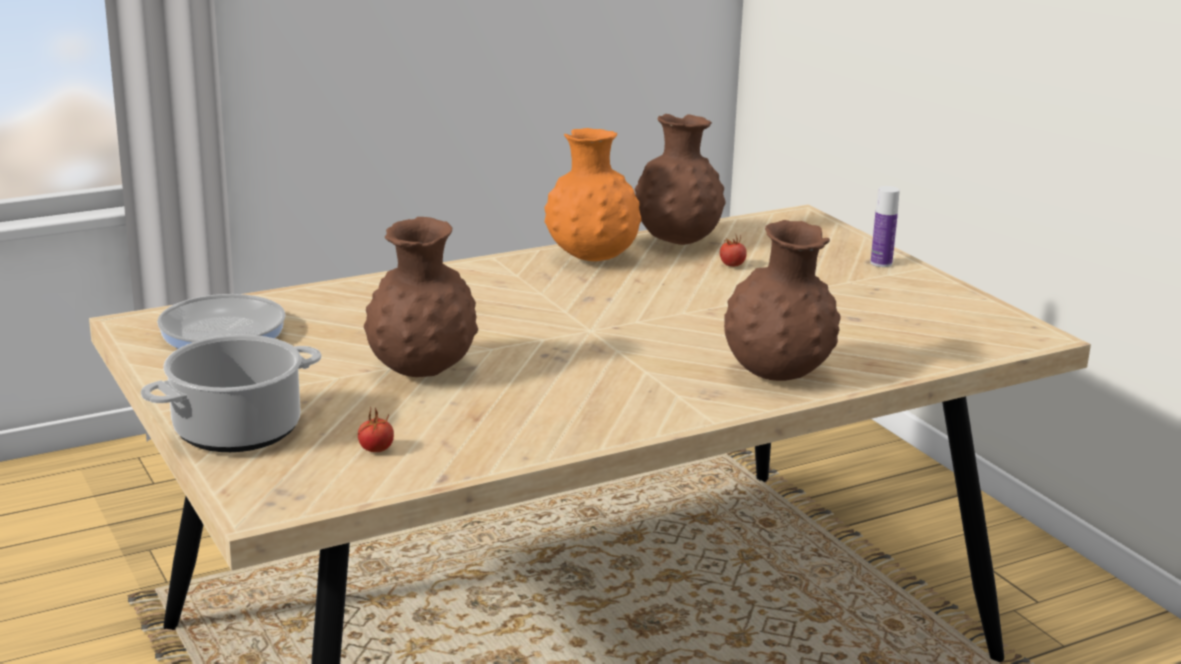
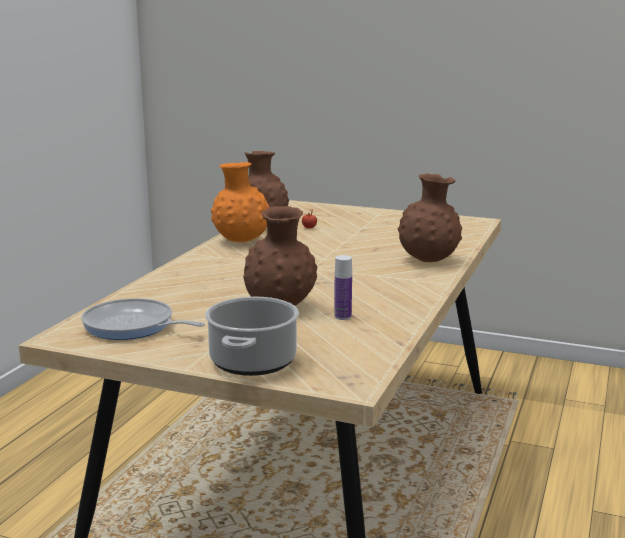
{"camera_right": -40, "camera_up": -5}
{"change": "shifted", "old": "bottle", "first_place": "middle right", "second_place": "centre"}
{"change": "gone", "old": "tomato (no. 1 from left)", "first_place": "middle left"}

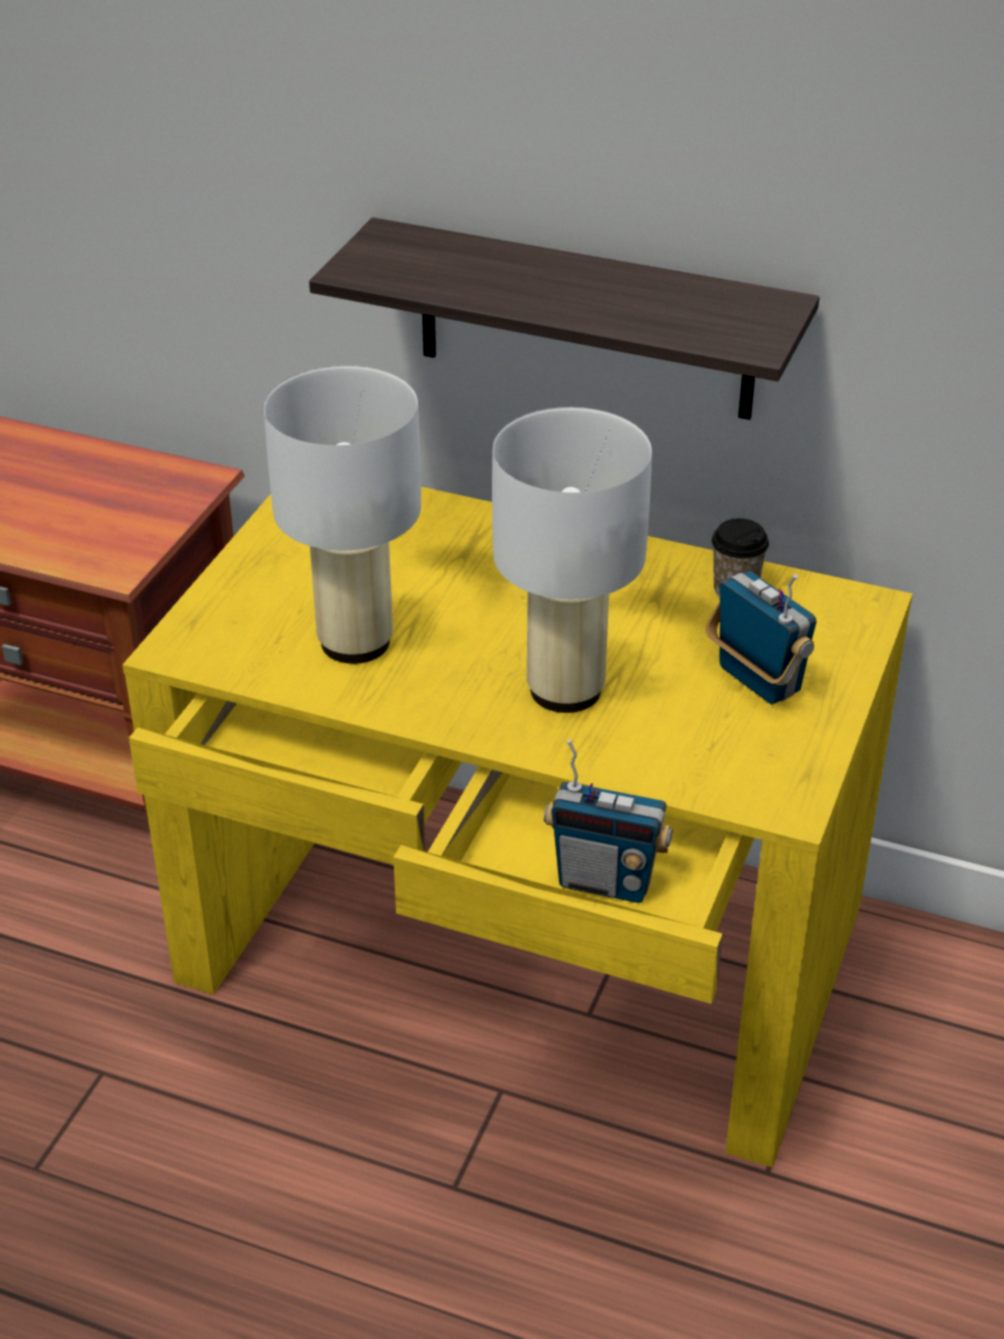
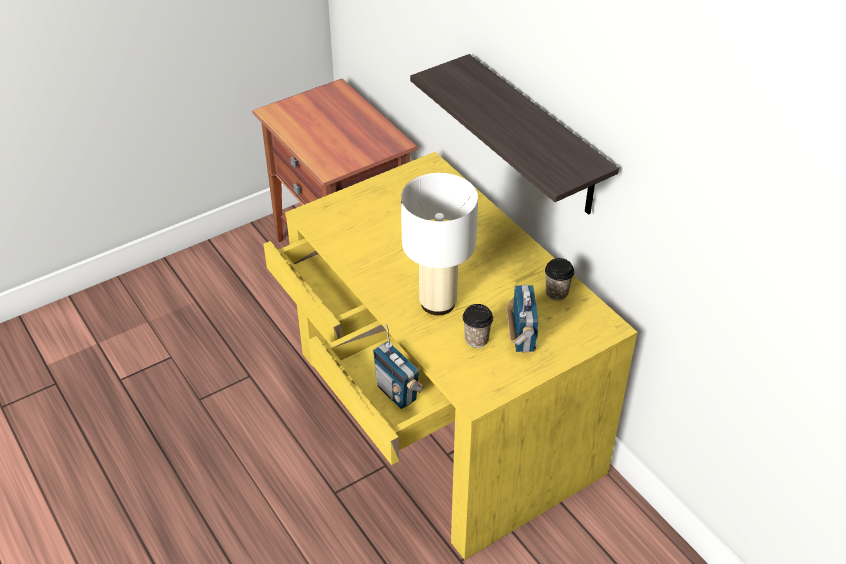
{"camera_right": 35, "camera_up": 5}
{"change": "new", "new": "cup (no. 1 from left)", "second_place": "centre"}
{"change": "gone", "old": "white table lamp (no. 1 from left)", "first_place": "centre"}

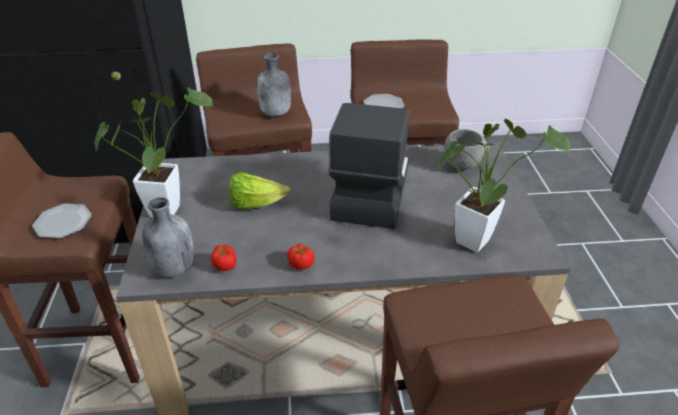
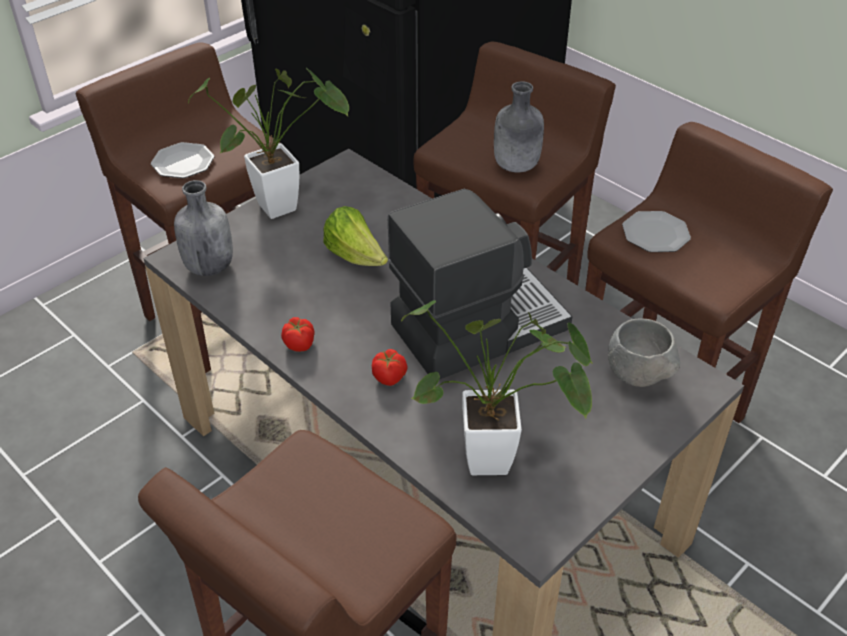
{"camera_right": 50, "camera_up": 5}
{"change": "shifted", "old": "tomato (no. 1 from left in the first image)", "new": "tomato (no. 2 from left)", "first_place": "middle left", "second_place": "centre"}

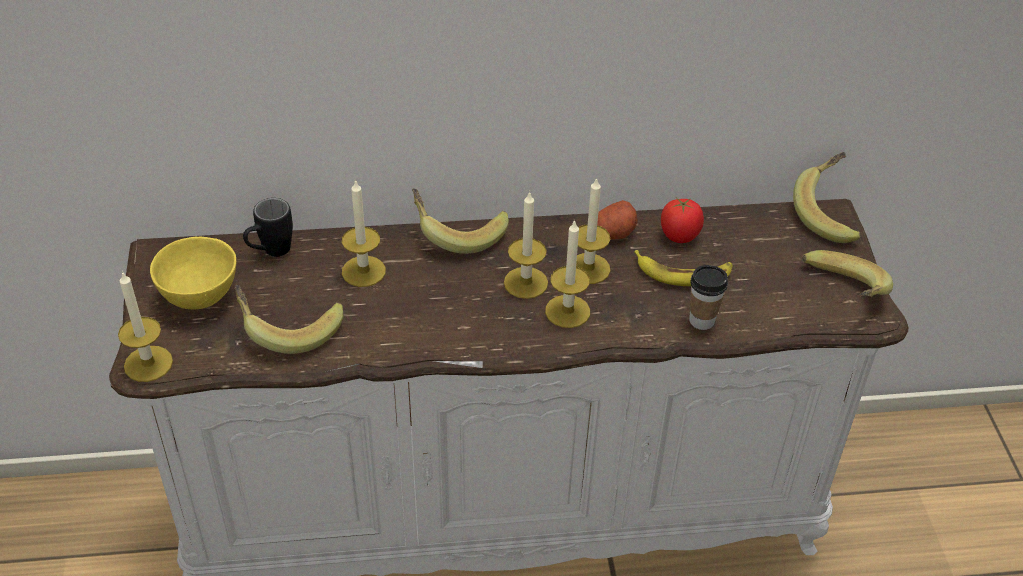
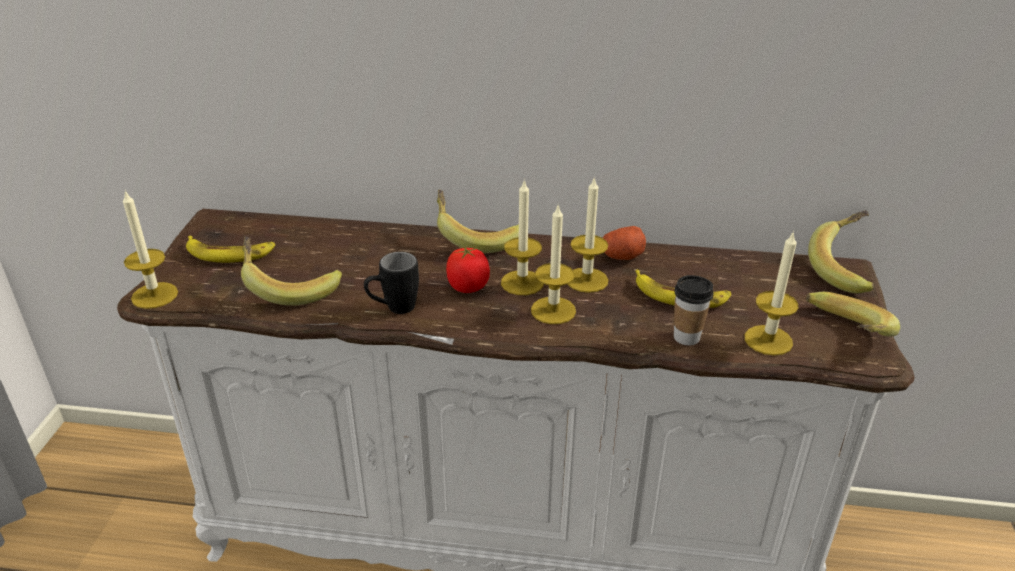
{"camera_right": 15, "camera_up": -10}
{"change": "swapped", "old": "yellow bowl", "new": "banana (no. 1 from left)", "first_place": "middle left", "second_place": "middle left"}
{"change": "shifted", "old": "black mug", "first_place": "middle left", "second_place": "centre"}
{"change": "shifted", "old": "tomato", "first_place": "middle right", "second_place": "centre"}
{"change": "shifted", "old": "candle (no. 2 from left in the first image)", "new": "candle (no. 5 from left)", "first_place": "centre", "second_place": "middle right"}

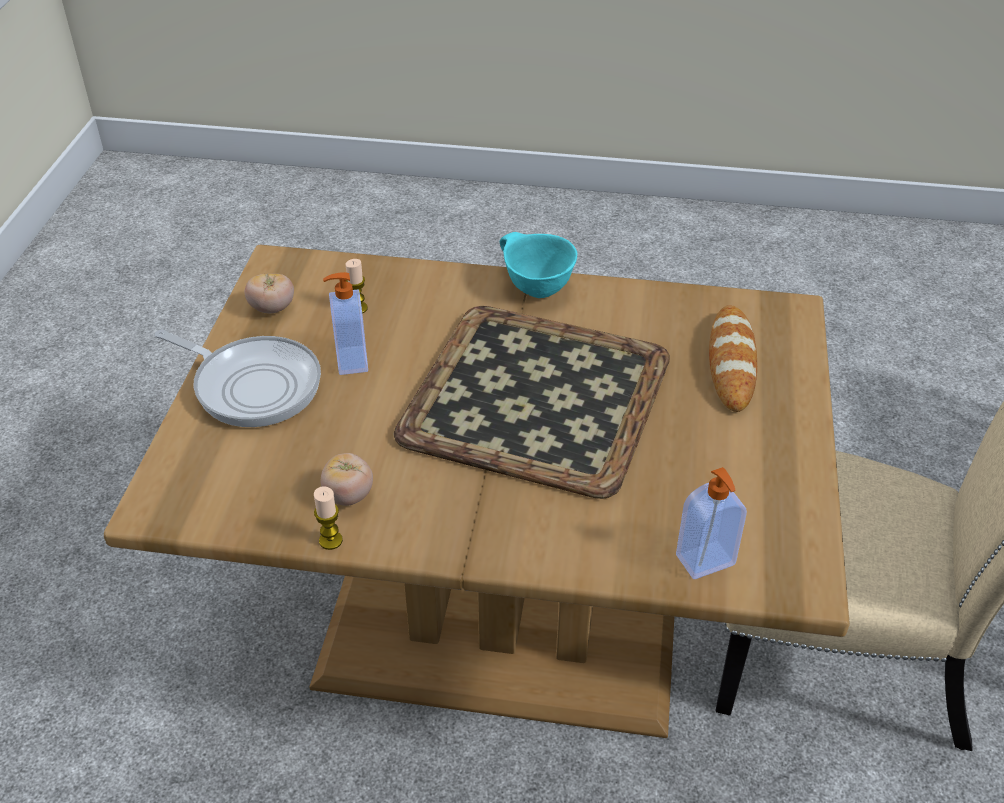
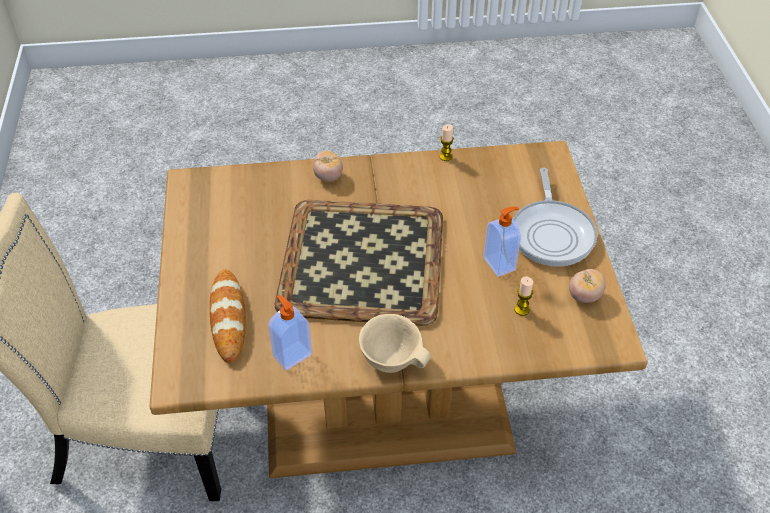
{"camera_right": 165, "camera_up": 5}
{"change": "shifted", "old": "soap dispenser (no. 2 from left in the first image)", "new": "soap dispenser (no. 1 from left)", "first_place": "middle right", "second_place": "centre"}
{"change": "shifted", "old": "tomato (no. 2 from left in the first image)", "new": "tomato (no. 1 from left)", "first_place": "centre", "second_place": "top centre"}
{"change": "repainted", "old": "turquoise bowl", "new": "beige bowl", "first_place": "top centre", "second_place": "bottom centre"}
{"change": "rotated", "old": "frying pan", "first_place": "middle left", "second_place": "middle right", "degrees": -105}

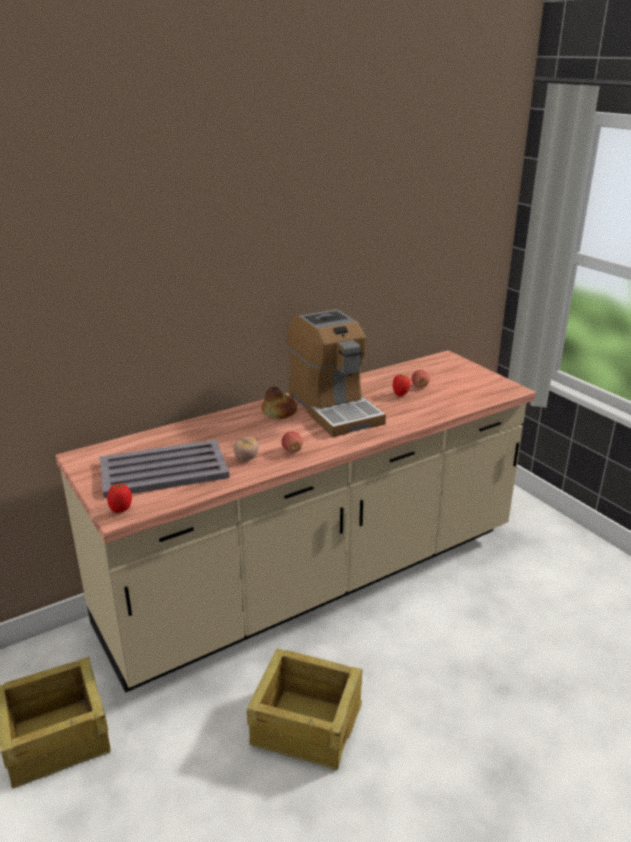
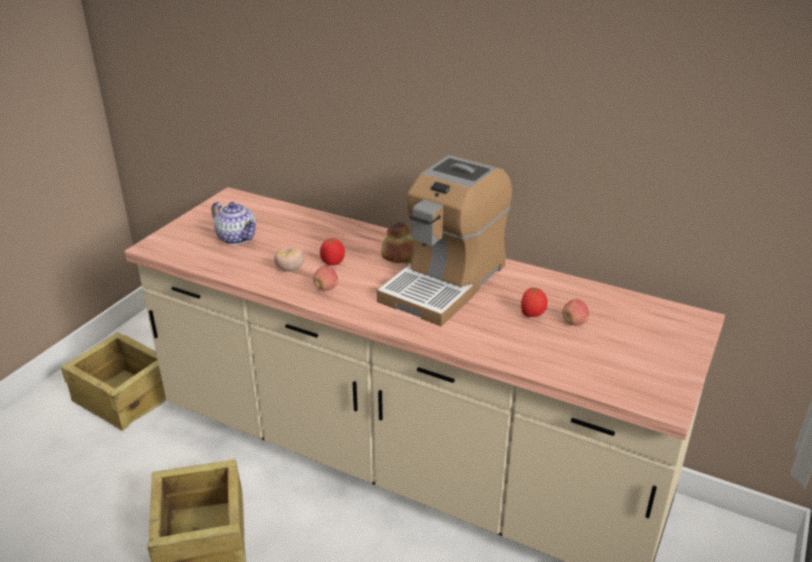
{"camera_right": 60, "camera_up": 5}
{"change": "swapped", "old": "grey tray", "new": "teapot", "first_place": "middle left", "second_place": "middle left"}
{"change": "shifted", "old": "tomato (no. 1 from left in the first image)", "new": "tomato (no. 2 from left)", "first_place": "middle left", "second_place": "centre"}

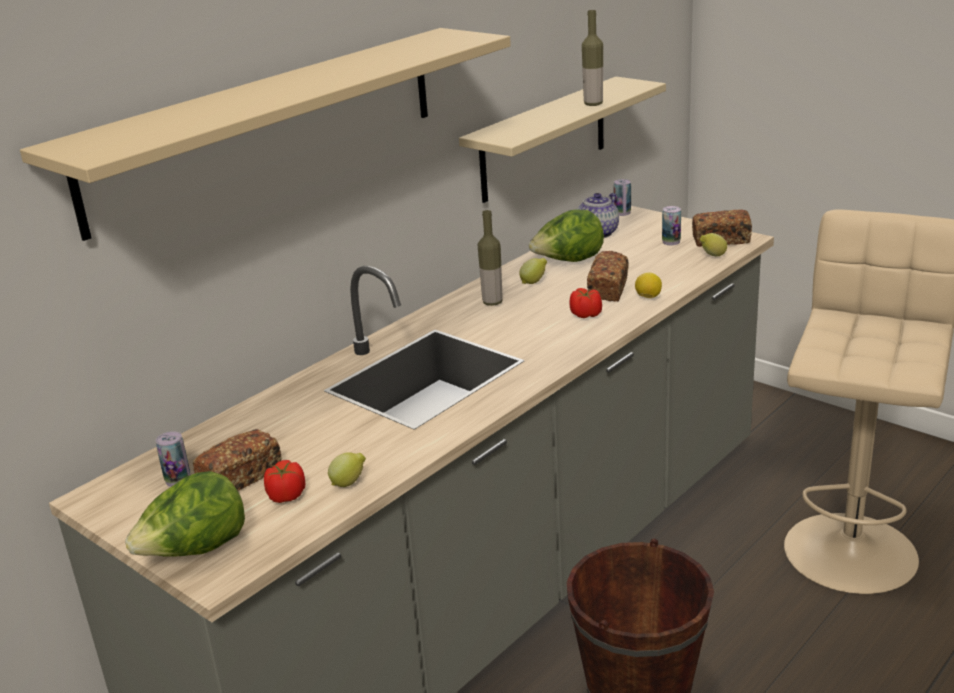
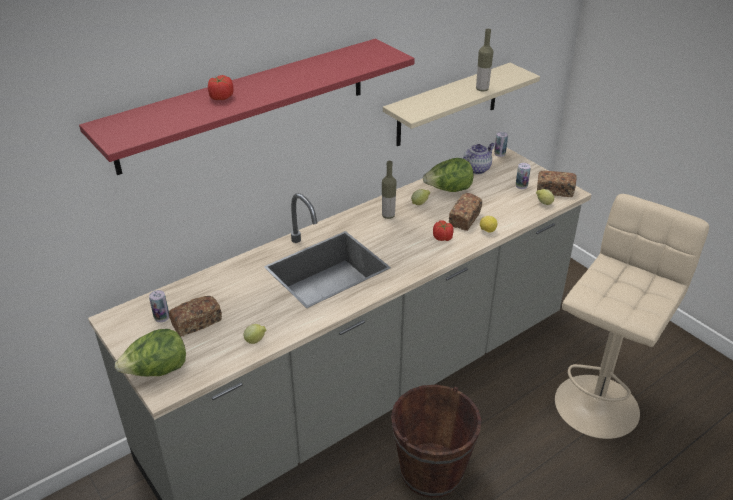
{"camera_right": 10, "camera_up": 10}
{"change": "repainted", "old": "beige shelf (no. 1 from left)", "new": "red shelf", "first_place": "top left", "second_place": "top centre"}
{"change": "shifted", "old": "tomato (no. 1 from left)", "first_place": "bottom left", "second_place": "top left"}

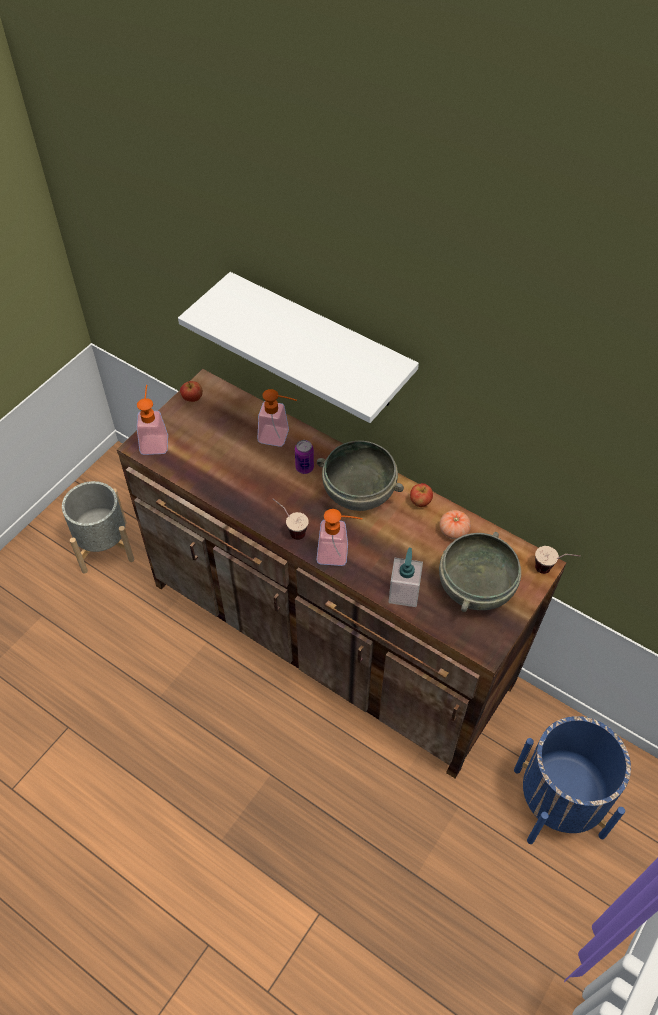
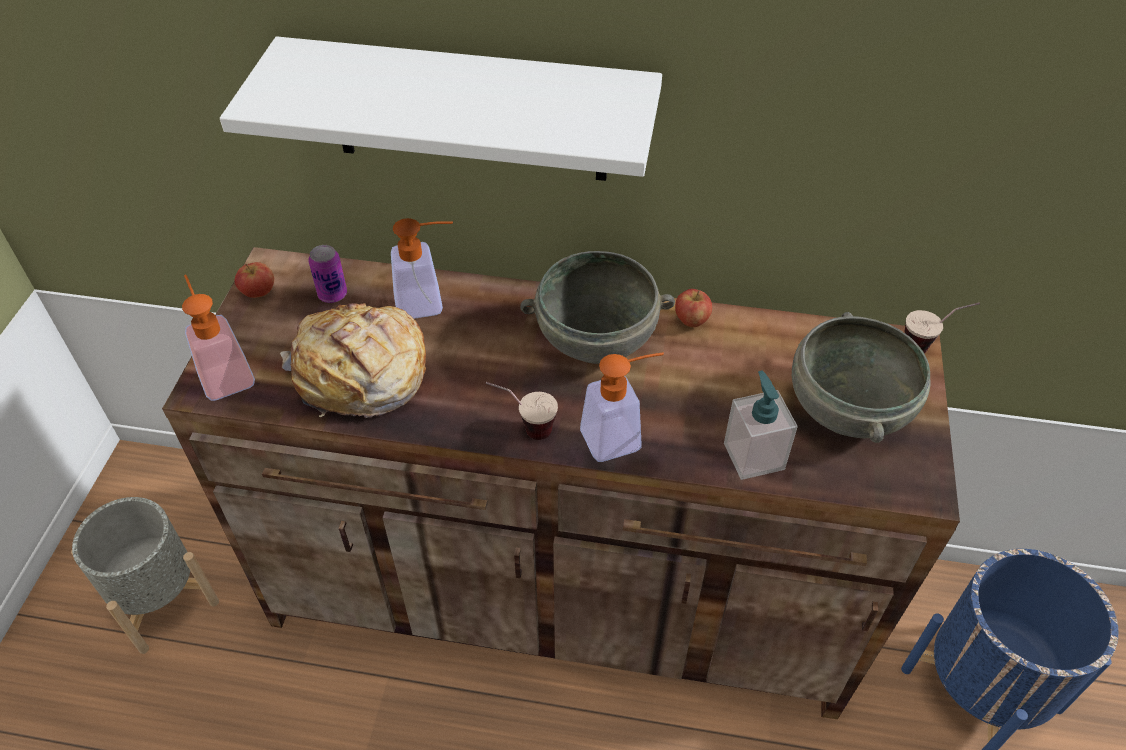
{"camera_right": -25, "camera_up": -5}
{"change": "new", "new": "bread", "second_place": "middle left"}
{"change": "shifted", "old": "can", "first_place": "centre", "second_place": "middle left"}
{"change": "gone", "old": "tomato", "first_place": "middle right"}

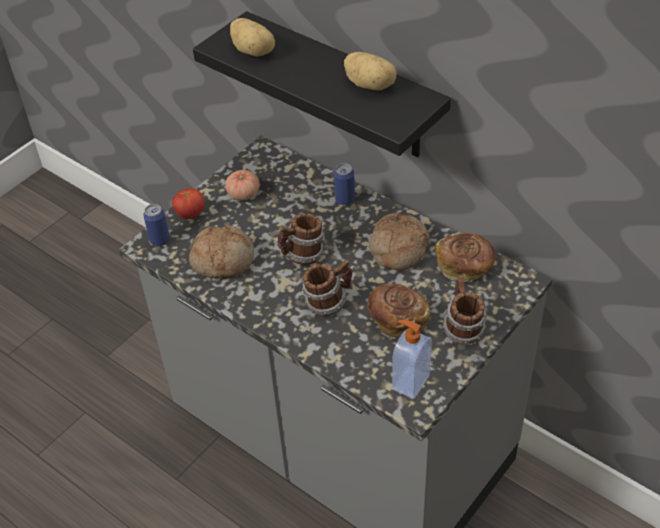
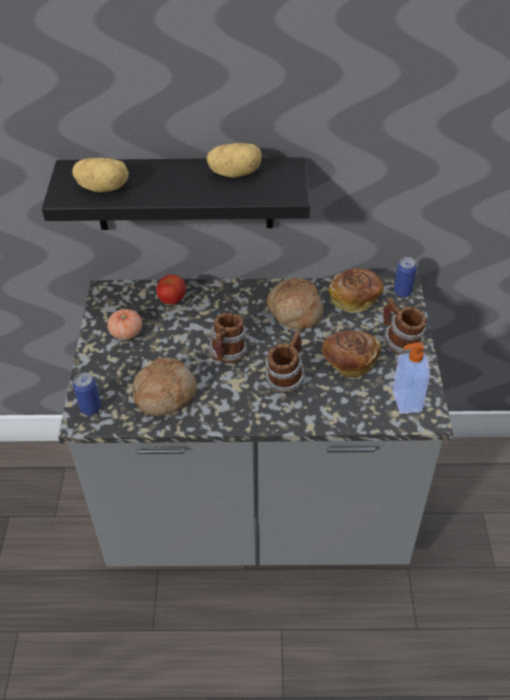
{"camera_right": -40, "camera_up": 0}
{"change": "shifted", "old": "tomato (no. 1 from left in the first image)", "new": "tomato (no. 2 from left)", "first_place": "middle left", "second_place": "centre"}
{"change": "shifted", "old": "can (no. 2 from left)", "first_place": "centre", "second_place": "middle right"}

